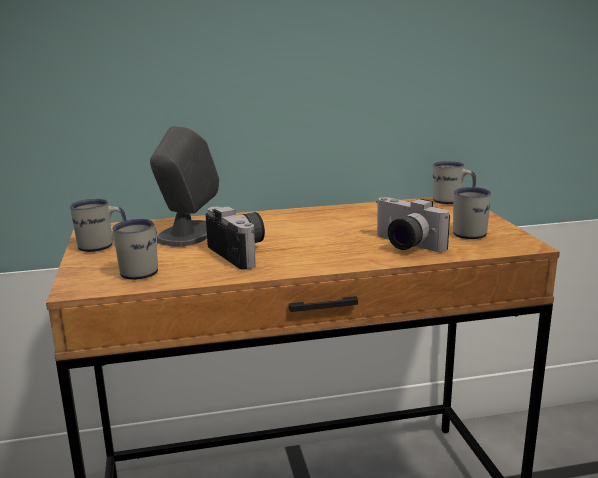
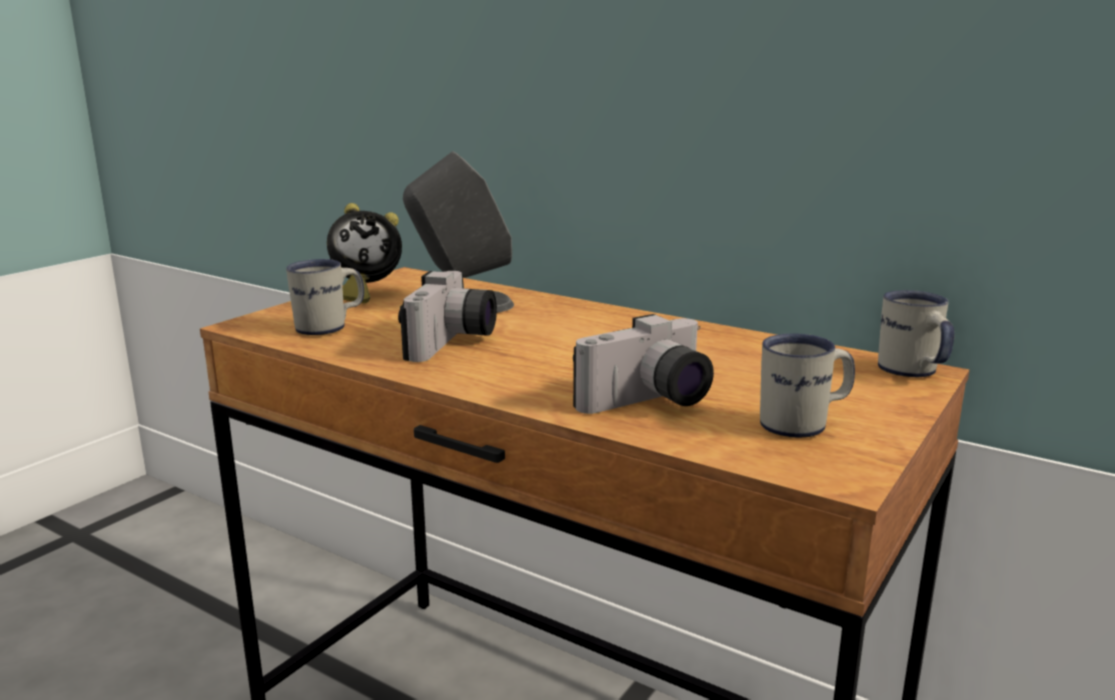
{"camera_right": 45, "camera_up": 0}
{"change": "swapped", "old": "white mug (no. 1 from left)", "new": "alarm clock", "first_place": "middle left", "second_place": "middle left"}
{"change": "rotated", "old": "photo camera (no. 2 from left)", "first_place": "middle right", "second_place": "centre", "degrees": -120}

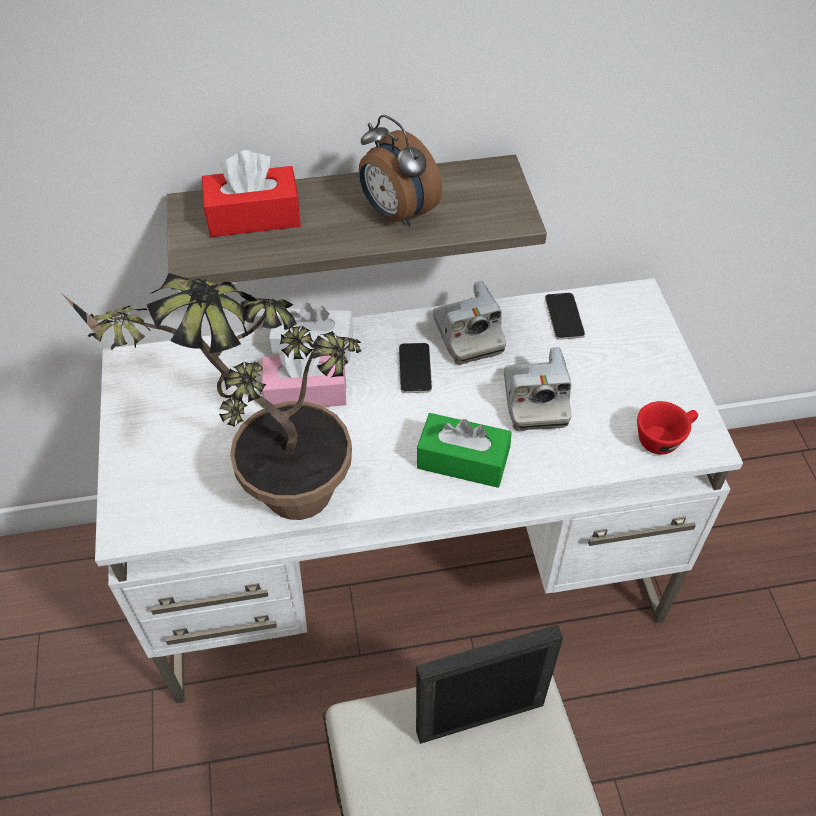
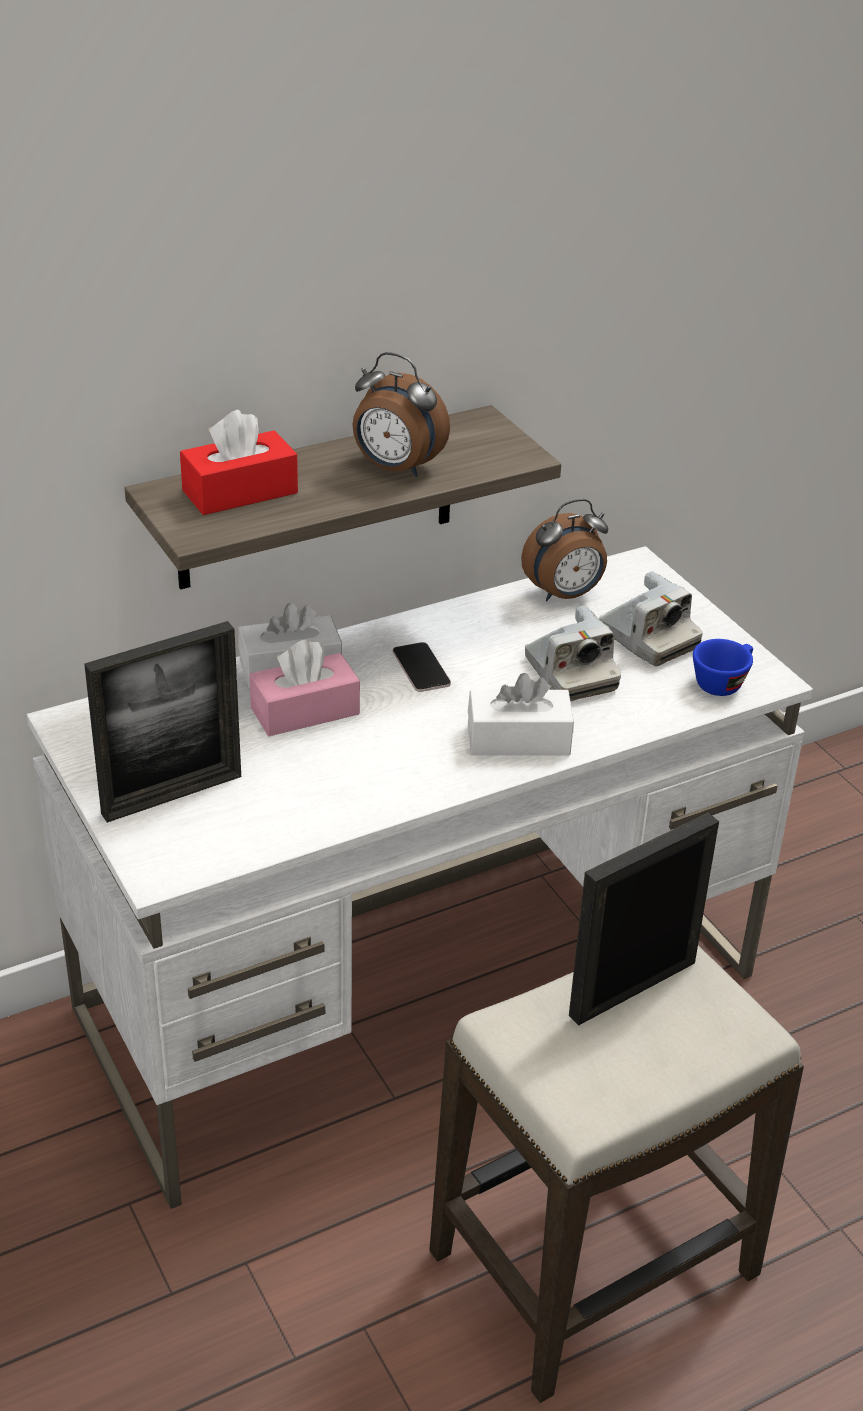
{"camera_right": -20, "camera_up": -15}
{"change": "new", "new": "picture frame (no. 1 from left)", "second_place": "middle left"}
{"change": "repainted", "old": "green tissue box", "new": "white tissue box (no. 2 from left)", "first_place": "centre", "second_place": "centre"}
{"change": "swapped", "old": "phone (no. 2 from left)", "new": "alarm clock (no. 2 from left)", "first_place": "middle right", "second_place": "centre"}
{"change": "shifted", "old": "photo camera (no. 1 from left in the first image)", "new": "photo camera (no. 2 from left)", "first_place": "centre", "second_place": "middle right"}
{"change": "repainted", "old": "red cup", "new": "blue cup", "first_place": "middle right", "second_place": "middle right"}
{"change": "gone", "old": "potted plant", "first_place": "middle left"}

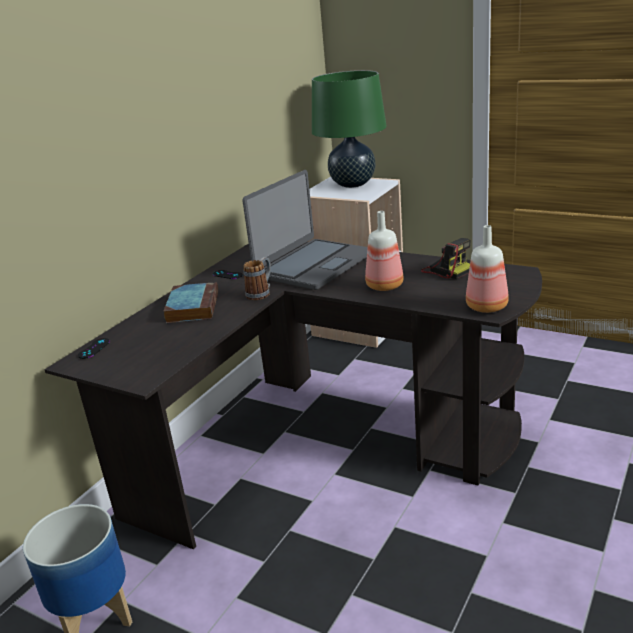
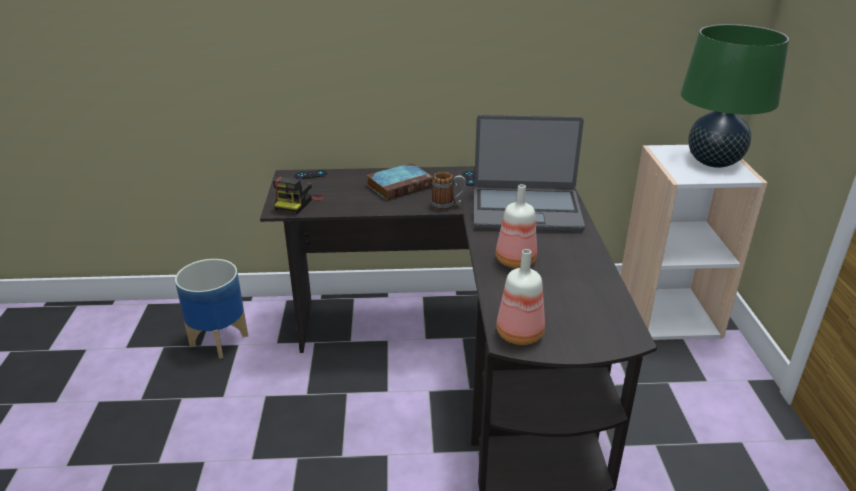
{"camera_right": 55, "camera_up": 5}
{"change": "shifted", "old": "photo camera", "first_place": "middle right", "second_place": "centre"}

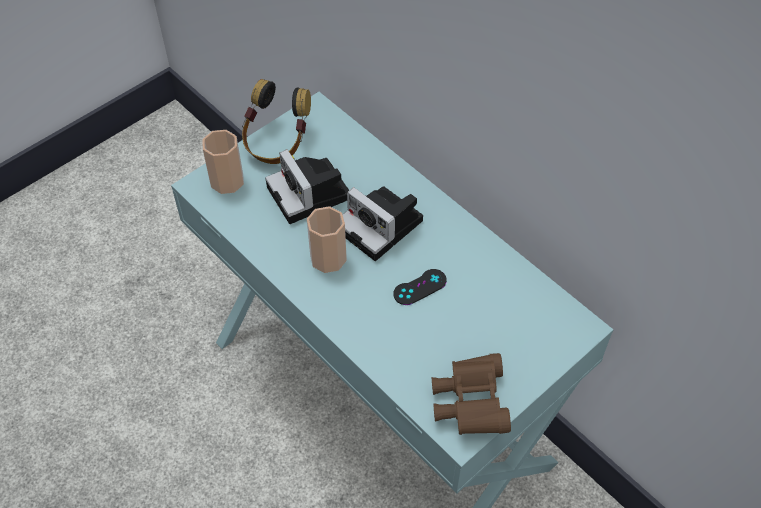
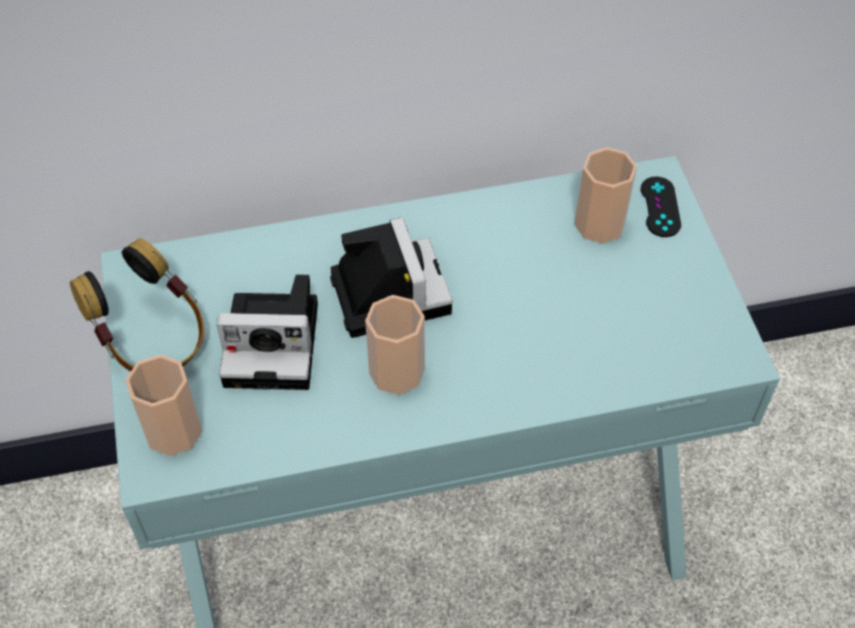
{"camera_right": -60, "camera_up": 0}
{"change": "rotated", "old": "photo camera (no. 2 from left)", "first_place": "centre", "second_place": "centre", "degrees": -90}
{"change": "new", "new": "cup (no. 3 from left)", "second_place": "top right"}
{"change": "shifted", "old": "black game controller", "first_place": "centre", "second_place": "top right"}
{"change": "gone", "old": "brown binoculars", "first_place": "bottom centre"}

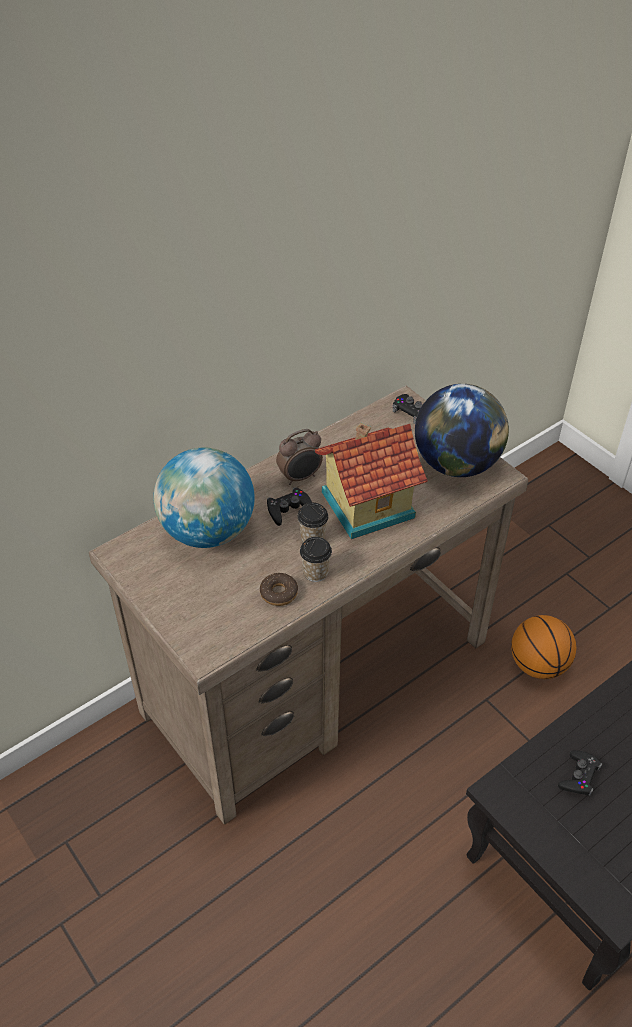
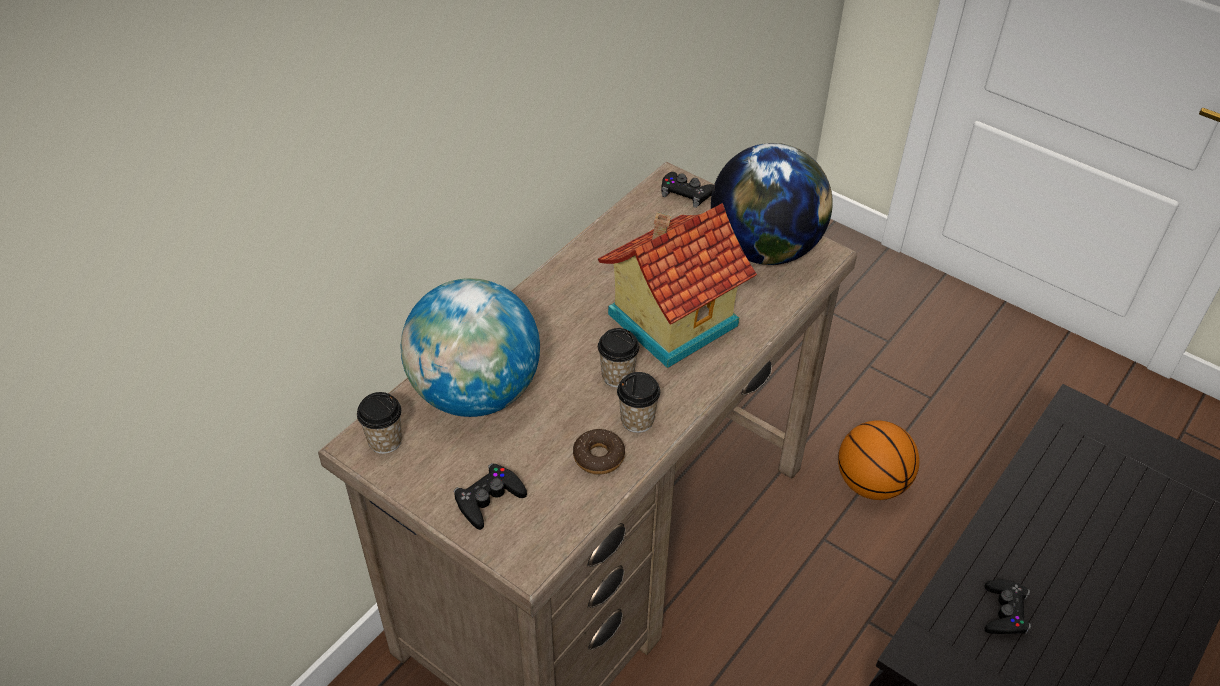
{"camera_right": -15, "camera_up": 0}
{"change": "new", "new": "cup (no. 1 from left)", "second_place": "middle left"}
{"change": "shifted", "old": "black game controller (no. 1 from left)", "first_place": "centre", "second_place": "bottom centre"}
{"change": "gone", "old": "alarm clock", "first_place": "centre"}

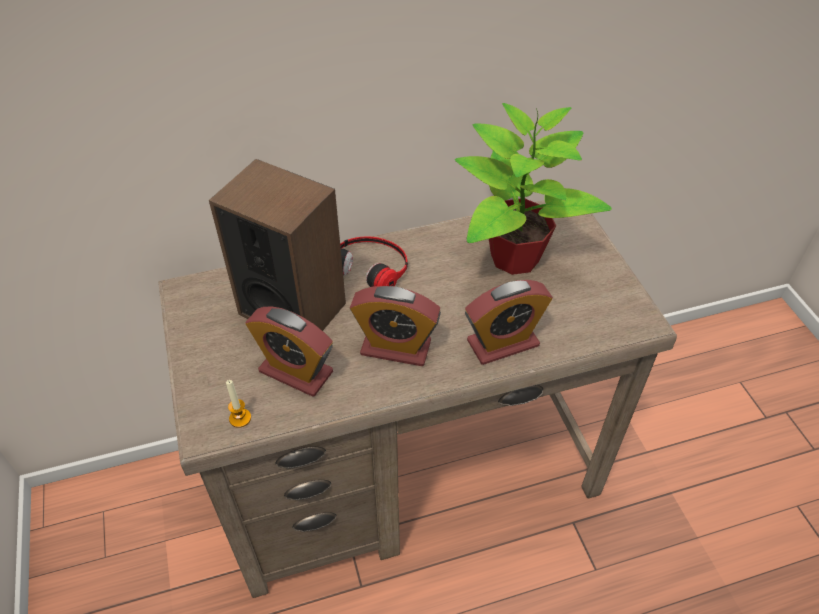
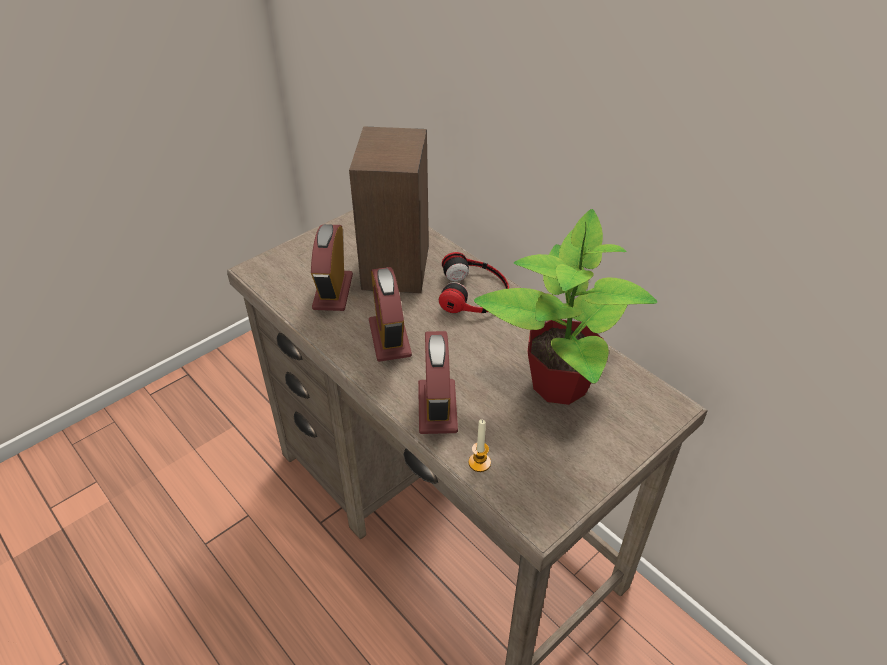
{"camera_right": 65, "camera_up": -5}
{"change": "rotated", "old": "alarm clock (no. 3 from left)", "first_place": "centre", "second_place": "centre", "degrees": 45}
{"change": "shifted", "old": "candle", "first_place": "middle left", "second_place": "bottom centre"}

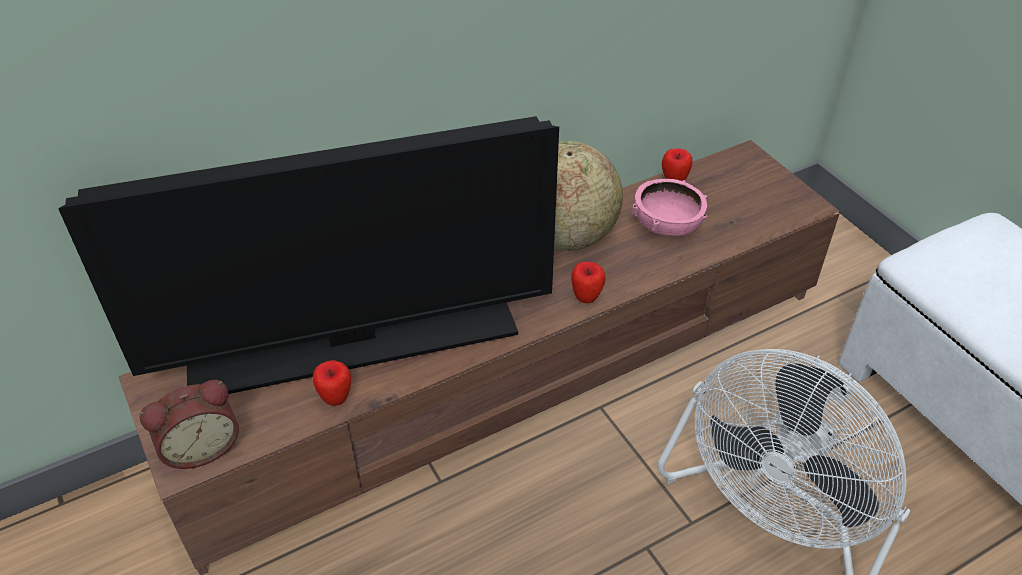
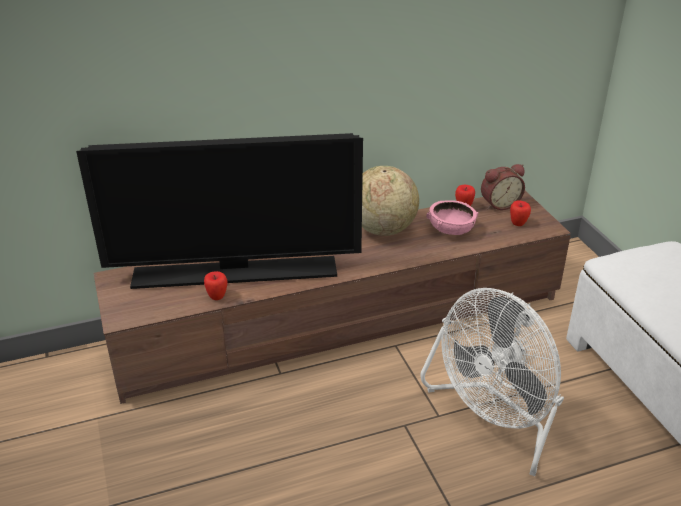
{"camera_right": 10, "camera_up": -10}
{"change": "shifted", "old": "alarm clock", "first_place": "bottom left", "second_place": "middle right"}
{"change": "shifted", "old": "apple (no. 2 from left in the first image)", "new": "apple (no. 3 from left)", "first_place": "centre", "second_place": "middle right"}

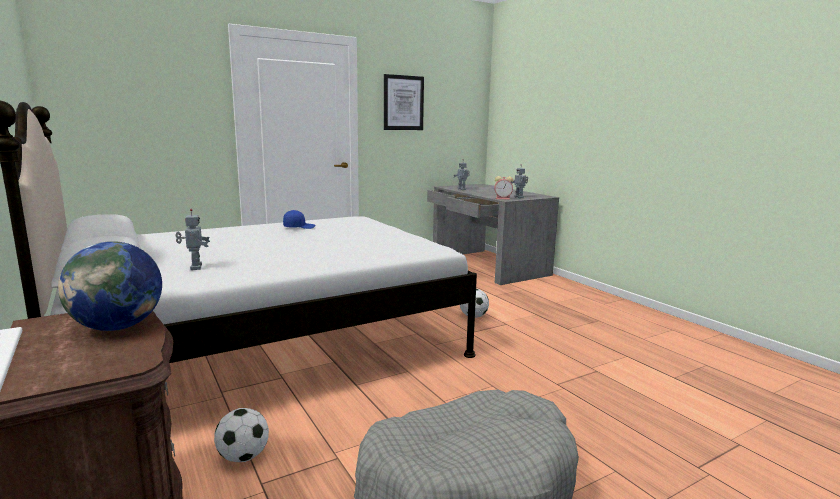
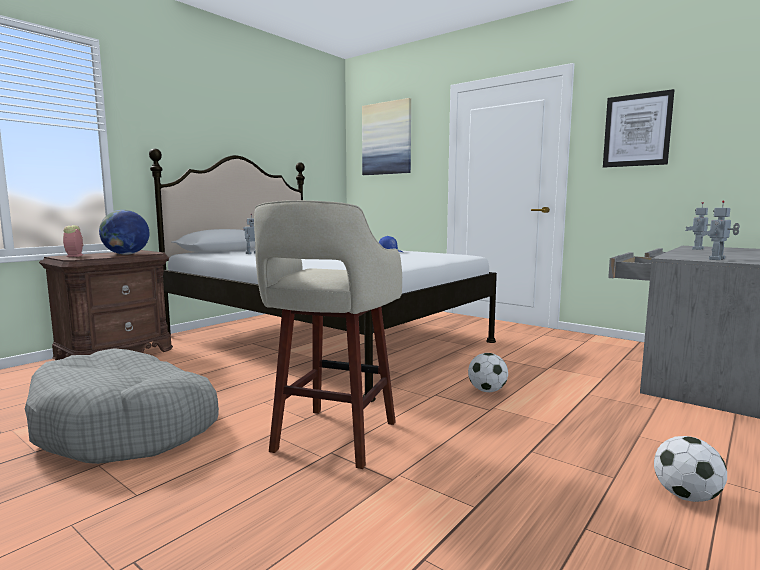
{"camera_right": 70, "camera_up": -5}
{"change": "shifted", "old": "alarm clock", "first_place": "centre", "second_place": "middle left"}
{"change": "new", "new": "beige stool", "second_place": "centre"}
{"change": "new", "new": "picture (no. 1 from left)", "second_place": "top centre"}
{"change": "shifted", "old": "football (no. 1 from left in the first image)", "new": "football (no. 2 from left)", "first_place": "bottom left", "second_place": "bottom right"}

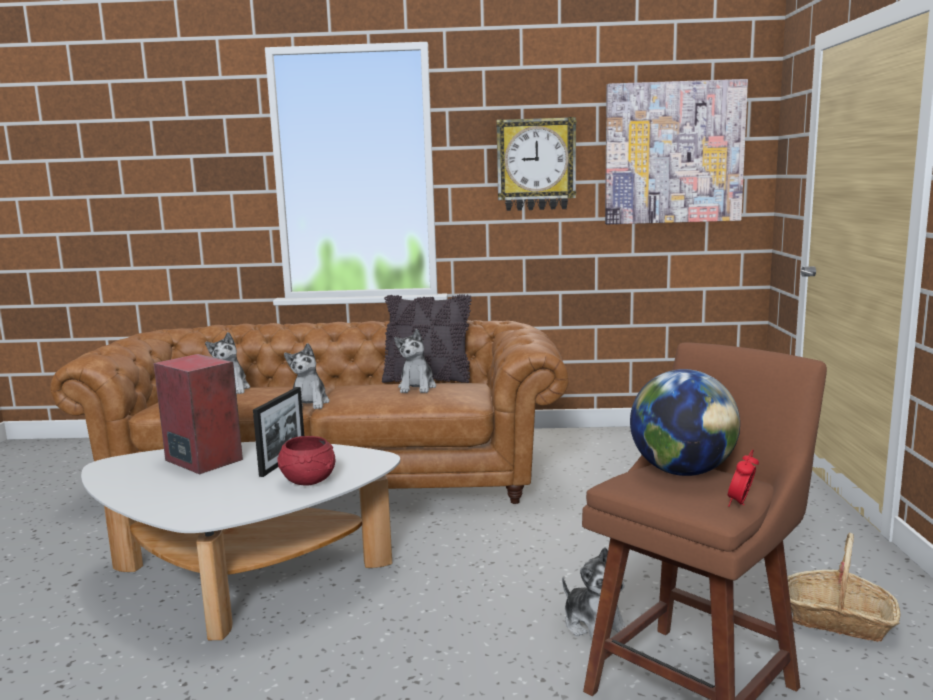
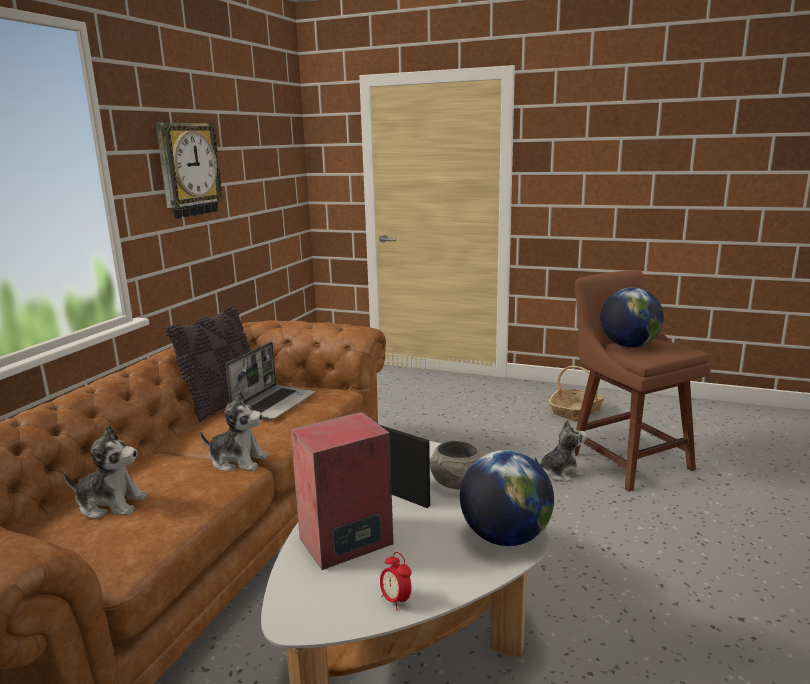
{"camera_right": -70, "camera_up": 5}
{"change": "swapped", "old": "plush toy (no. 3 from left)", "new": "laptop", "first_place": "centre", "second_place": "centre"}
{"change": "shifted", "old": "alarm clock", "first_place": "bottom right", "second_place": "bottom centre"}
{"change": "repainted", "old": "red bowl", "new": "grey bowl", "first_place": "middle left", "second_place": "bottom centre"}
{"change": "new", "new": "globe (no. 1 from left)", "second_place": "bottom centre"}
{"change": "gone", "old": "picture", "first_place": "top right"}

